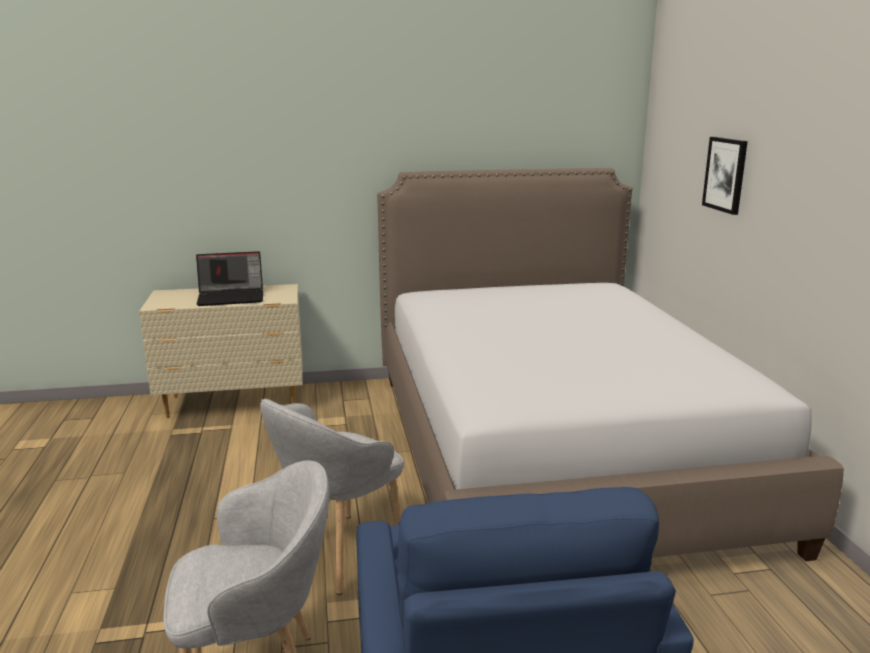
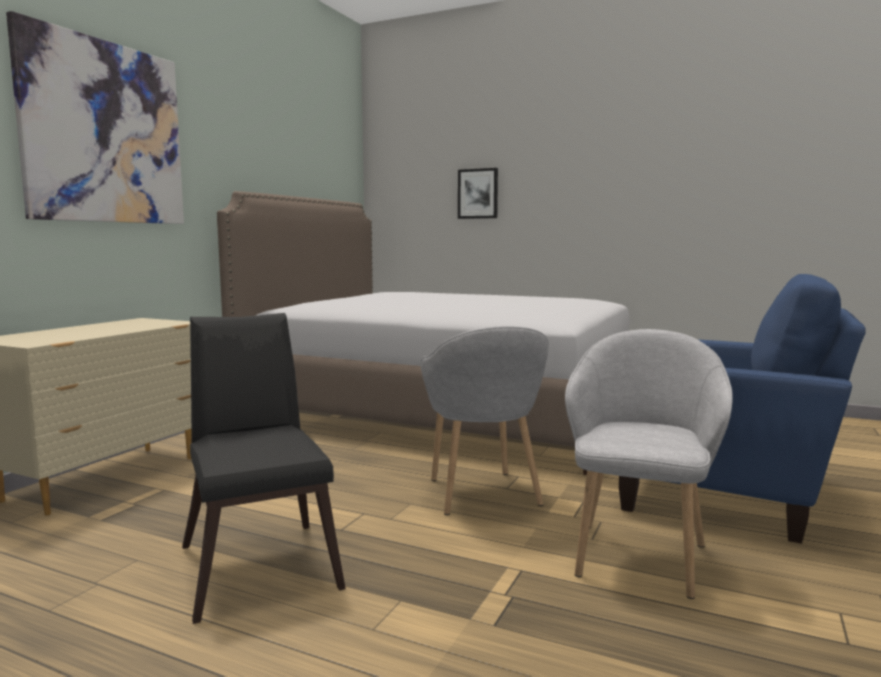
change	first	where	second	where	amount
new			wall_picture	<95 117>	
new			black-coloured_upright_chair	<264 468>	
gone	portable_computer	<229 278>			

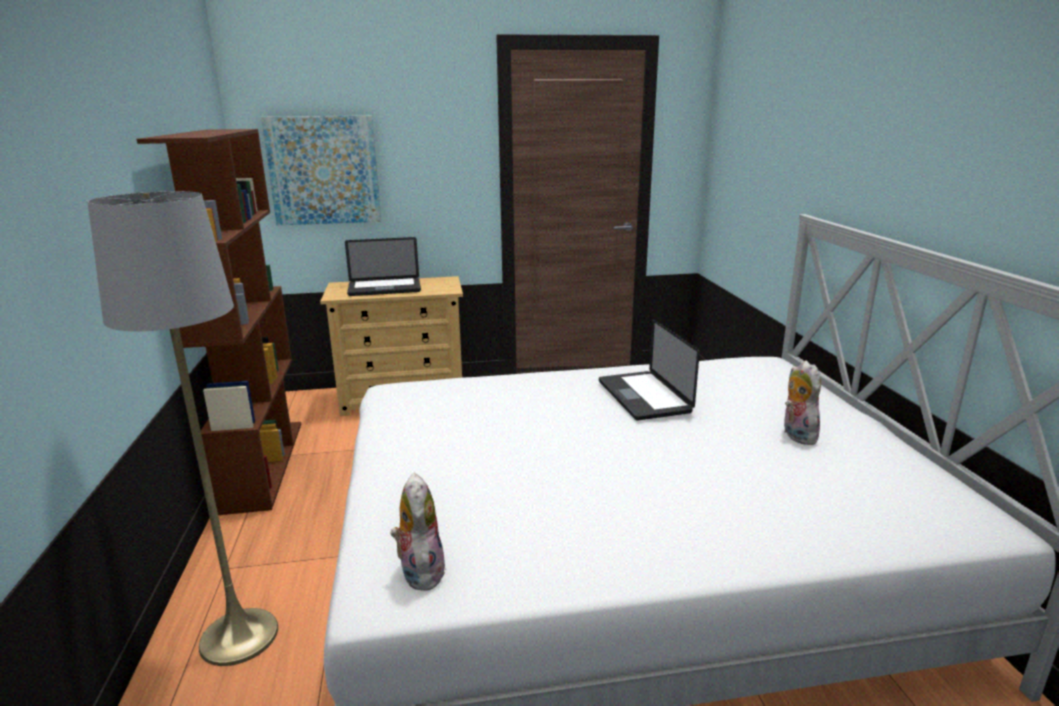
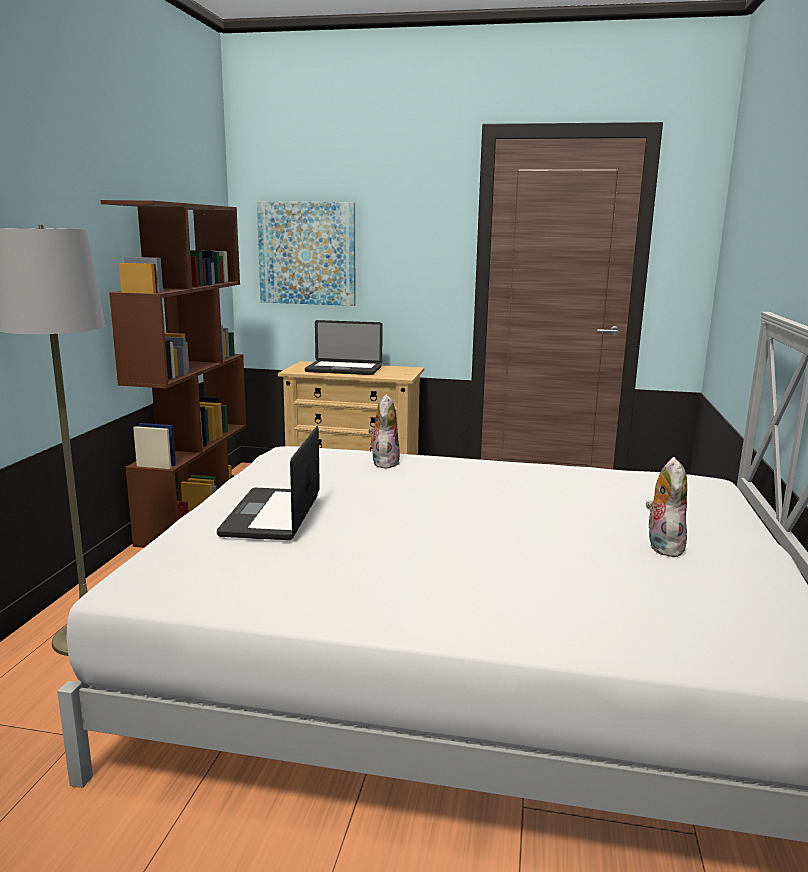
change	first	where	second	where	amount
shifted	portable_computer	<649 369>		<268 483>	
shifted	plush_toy	<418 532>		<384 431>	

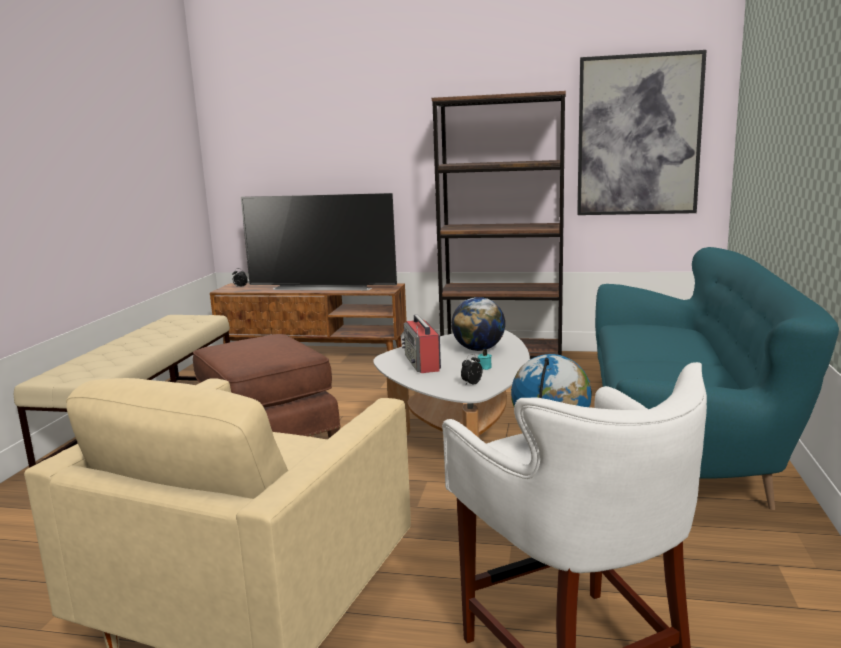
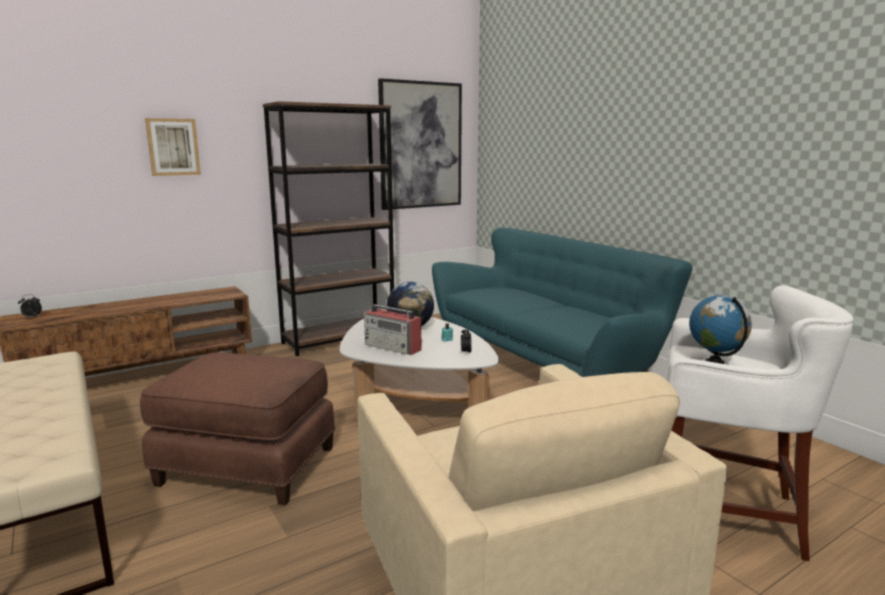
change	first	where	second	where	amount
new			wall_picture	<173 147>	
gone	TV	<319 241>			

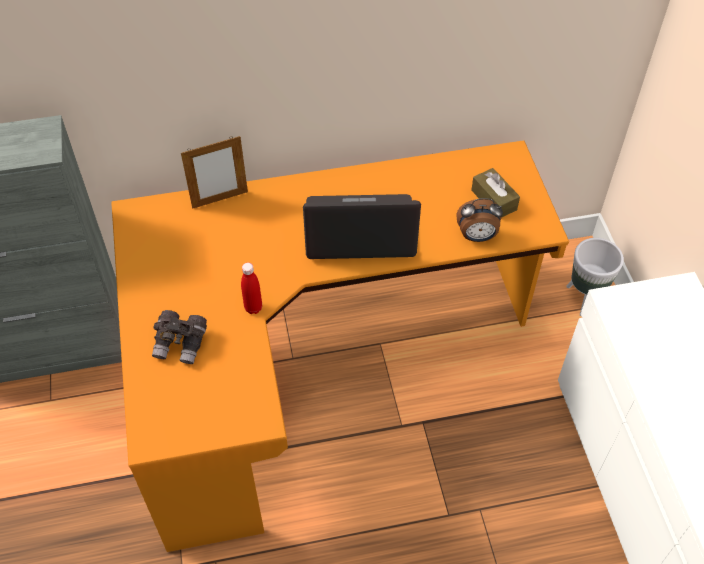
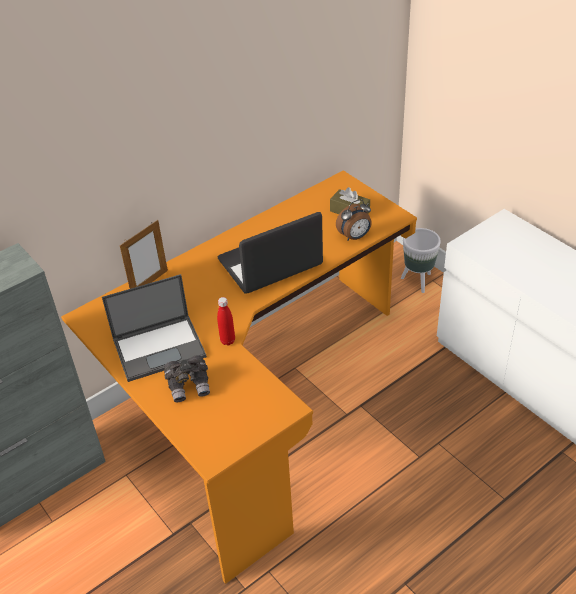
change	first	where	second	where	amount
new			portable_computer	<154 328>	

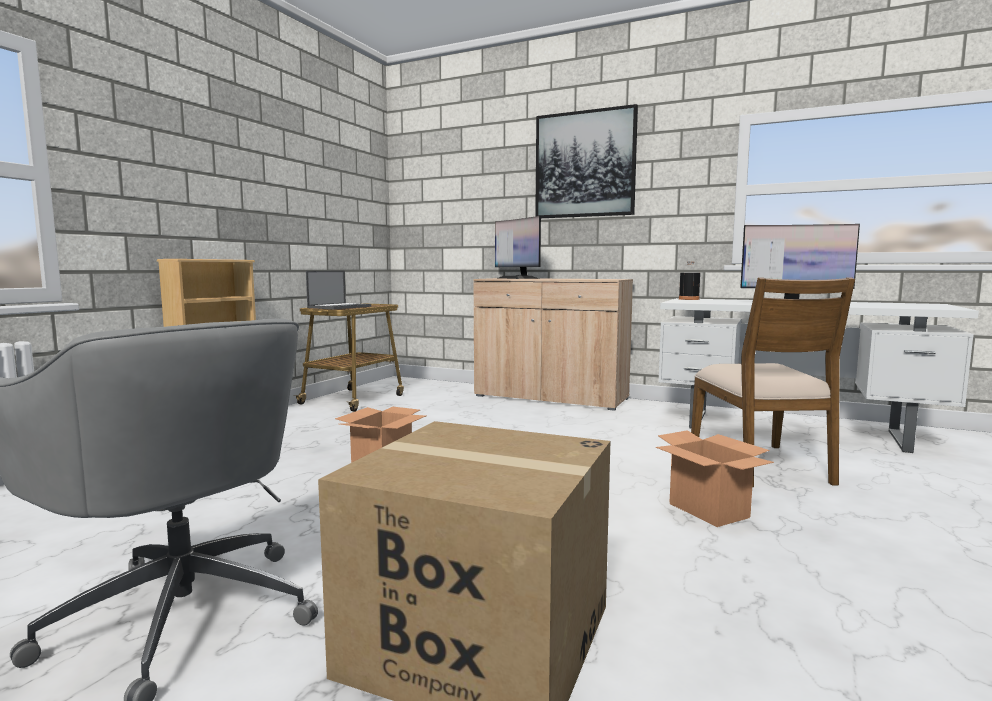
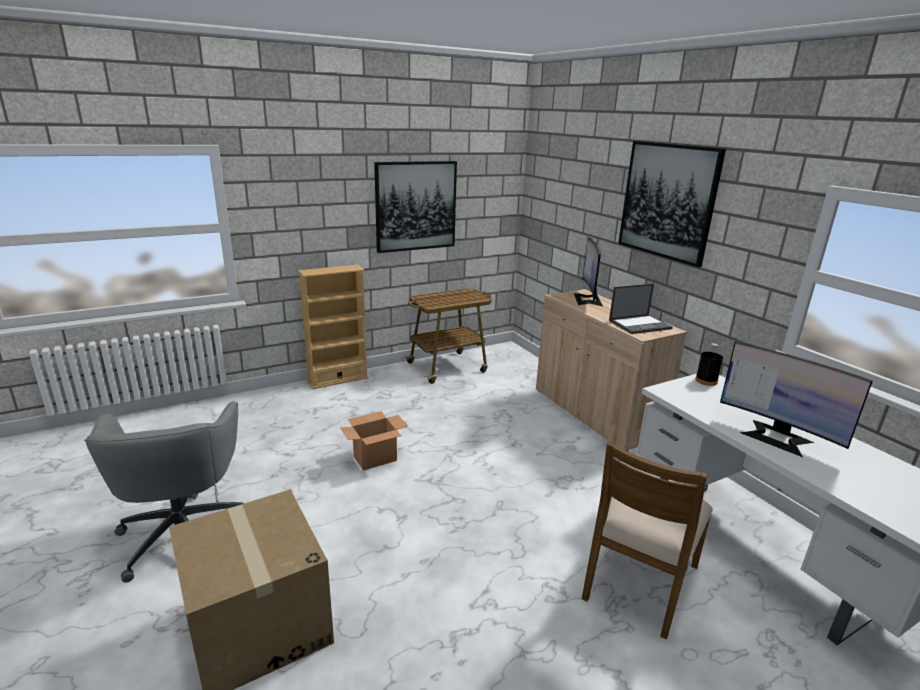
change	first	where	second	where	amount
new			wall_picture	<415 207>	
shifted	portable_computer	<338 290>		<641 309>	
gone	cardboard_box	<715 478>			

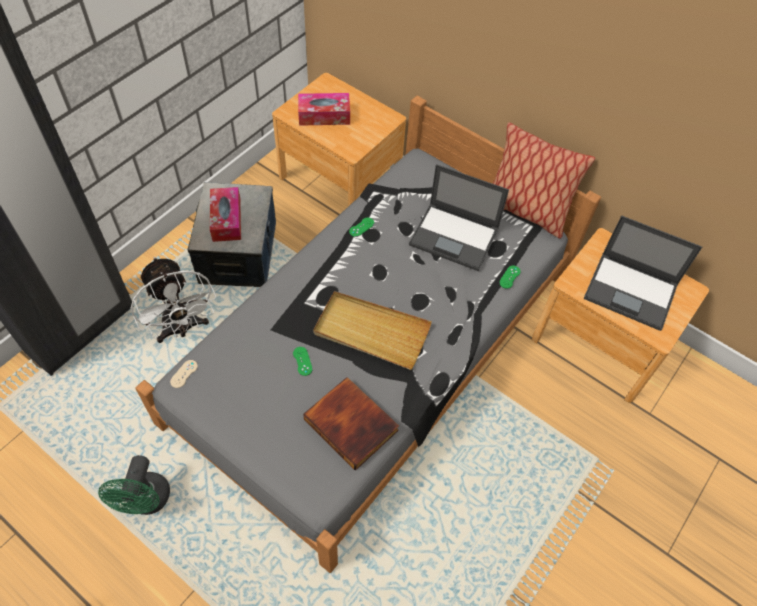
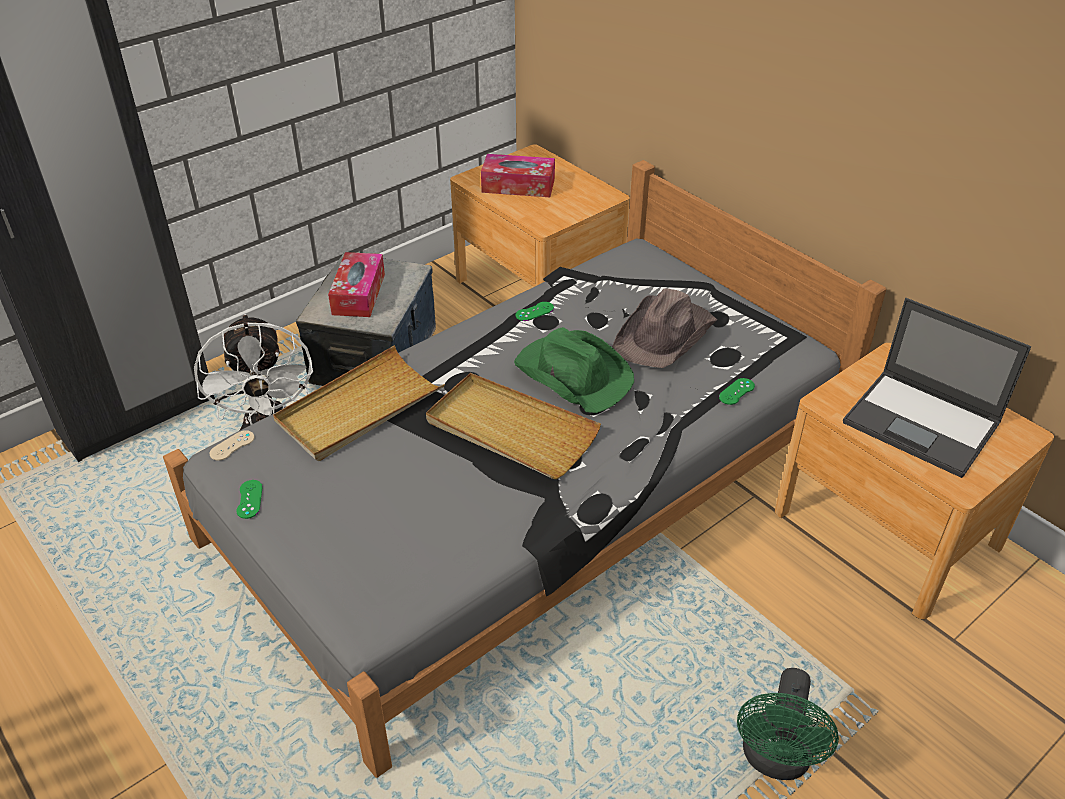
change	first	where	second	where	amount
shifted	green-coloured_game_controller	<303 361>		<249 499>	
new			beige_carrying_tray	<359 403>	
new			green-coloured_hat	<574 370>	
swapped	portable_computer	<459 217>	brown_hat	<665 328>	
shifted	green-coloured_cooling_fan	<134 485>		<788 724>	
gone	book	<351 424>			
gone	cushion	<543 180>			

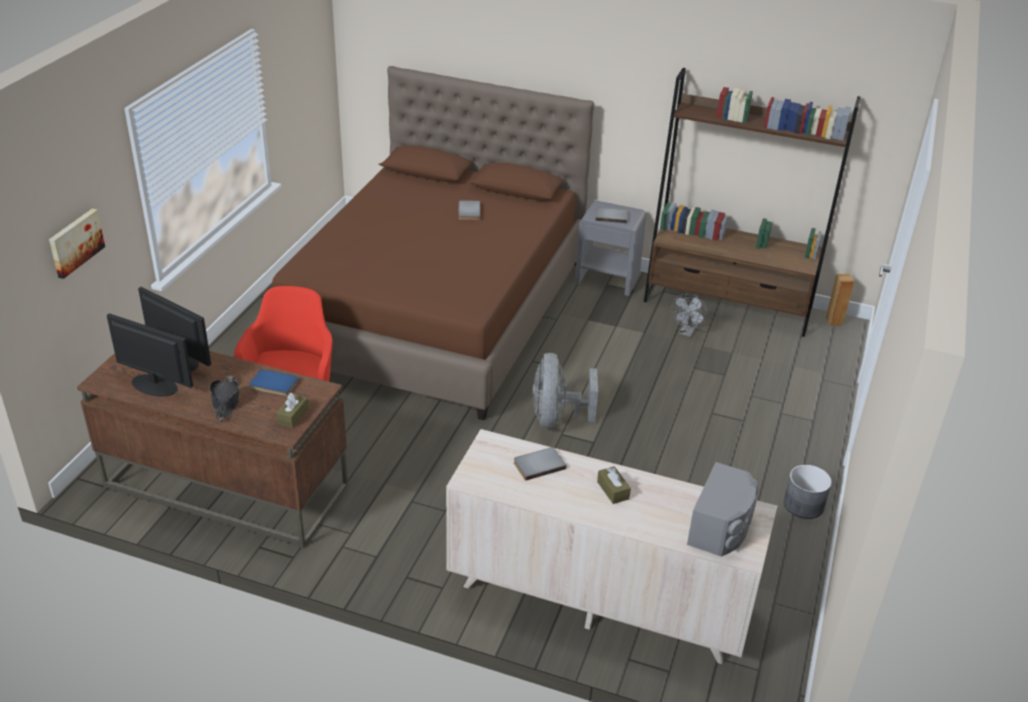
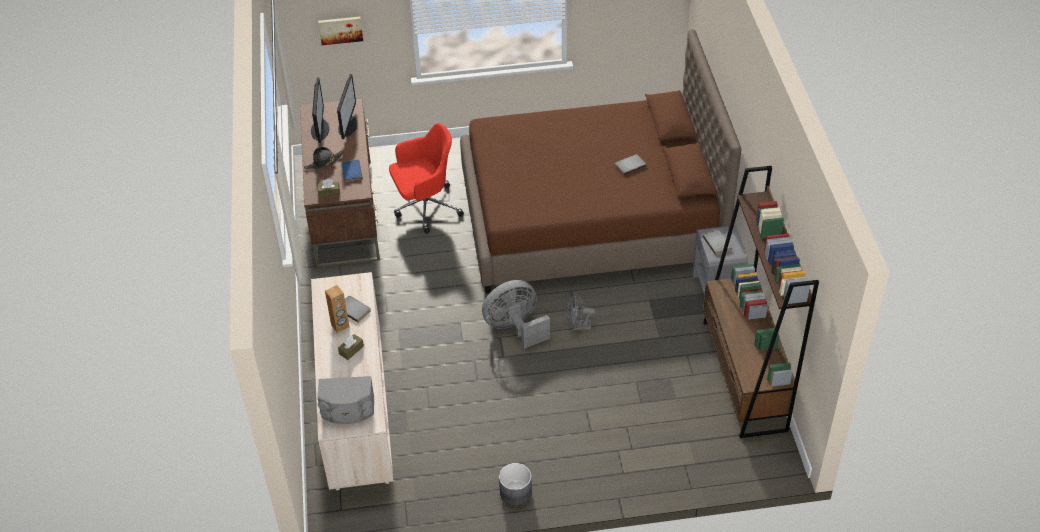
change	first	where	second	where	amount
shifted	brown_speaker	<840 300>		<337 309>	
shifted	gray_cooling_fan	<689 315>		<581 312>	

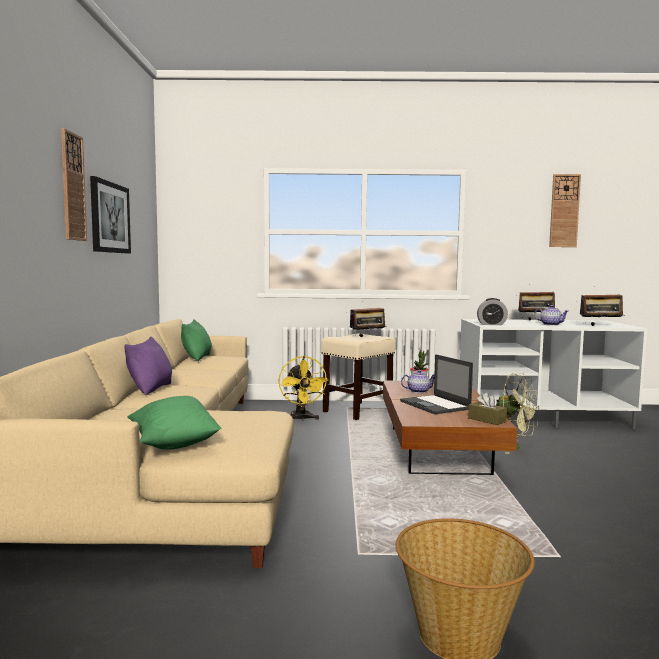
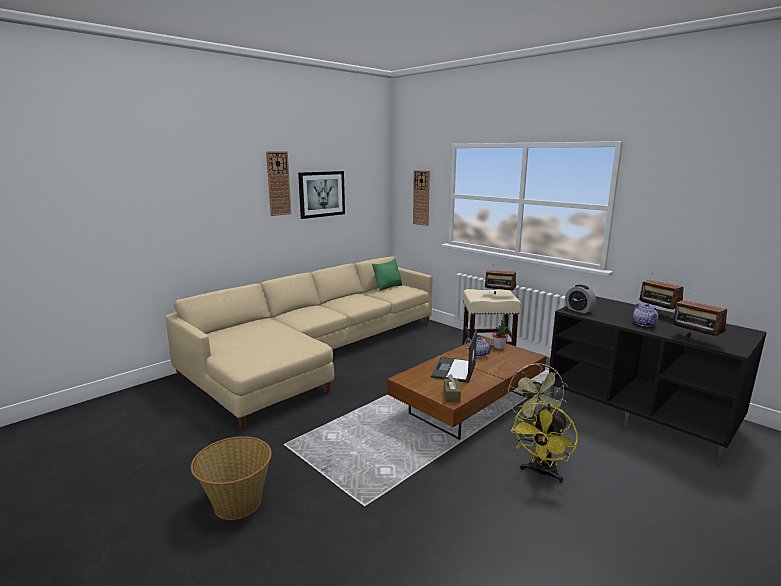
change	first	where	second	where	amount
shifted	clock_on_the_wall	<565 210>		<421 198>	
shifted	yellowish_cooling_fan	<303 388>		<544 442>	
repainted	white_tv_stand	<553 374>	black-coloured_tv_stand	<658 380>	
gone	purple_cushion	<148 366>			
gone	green-coloured_cushion	<174 423>			

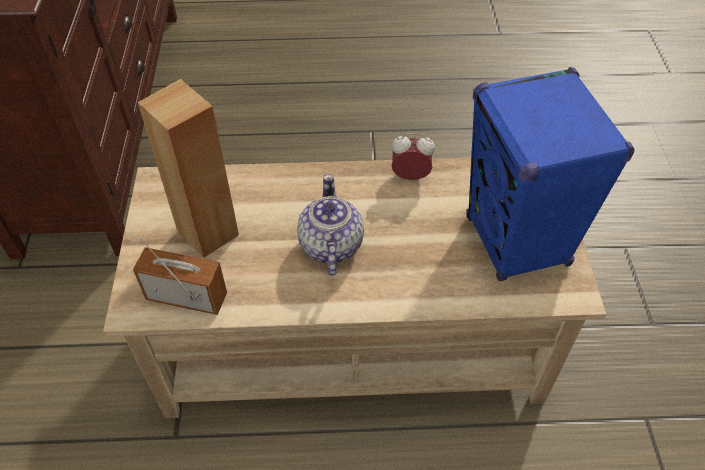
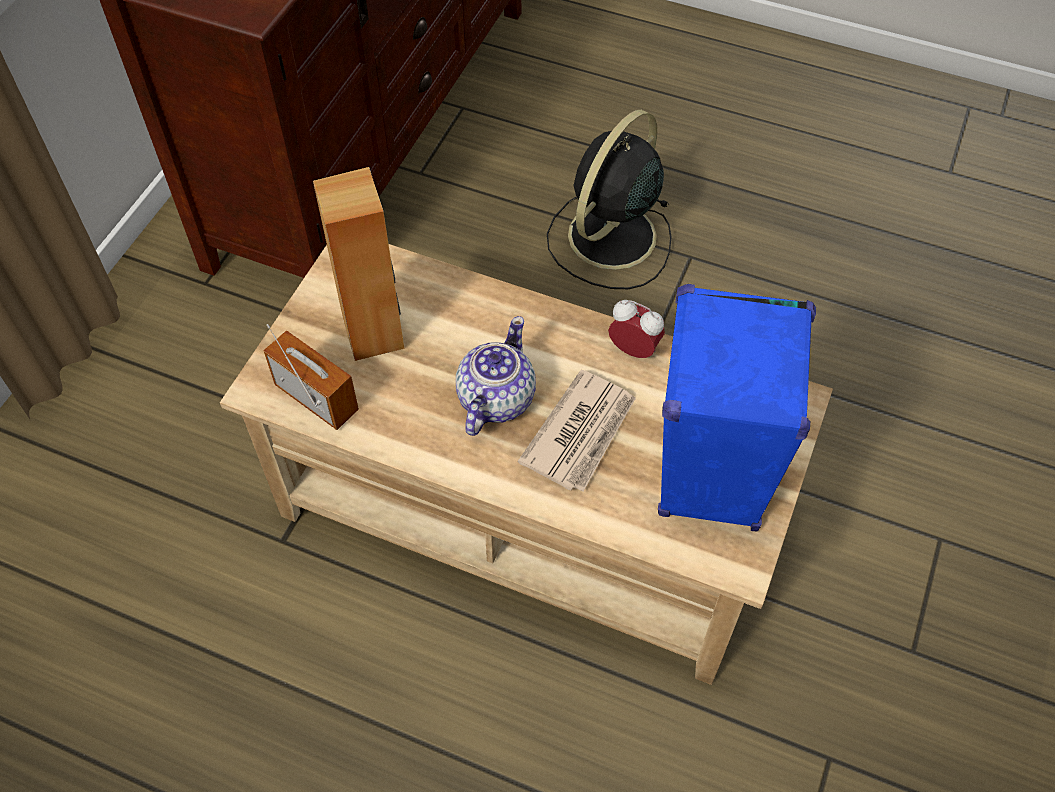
change	first	where	second	where	amount
new			newspaper	<577 431>	
new			black-coloured_cooling_fan	<609 199>	

